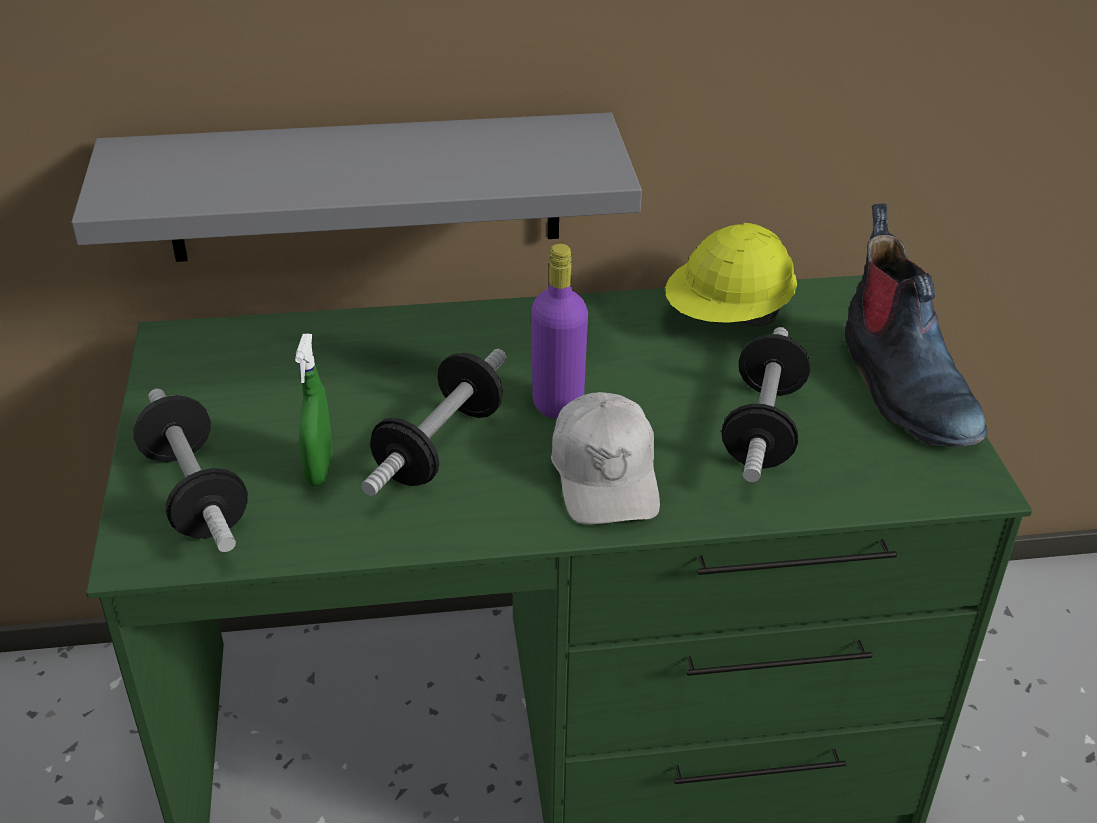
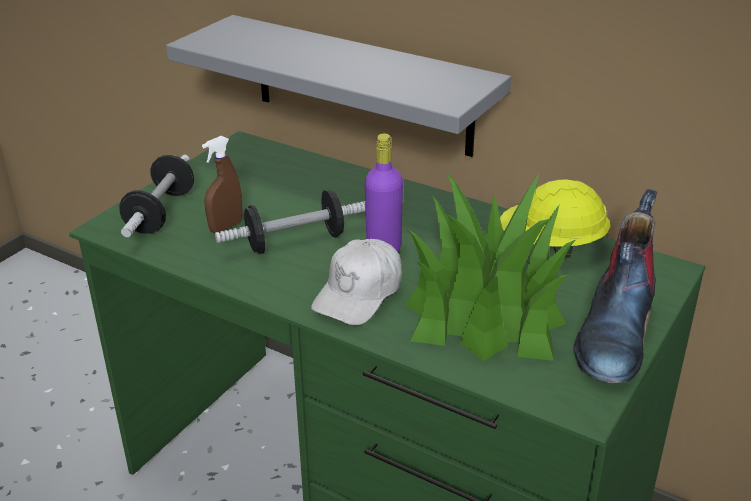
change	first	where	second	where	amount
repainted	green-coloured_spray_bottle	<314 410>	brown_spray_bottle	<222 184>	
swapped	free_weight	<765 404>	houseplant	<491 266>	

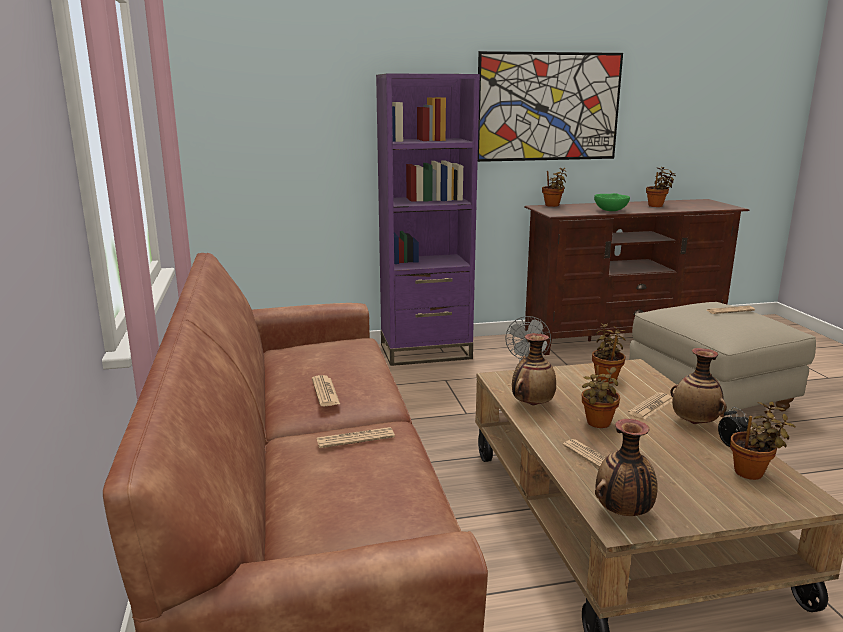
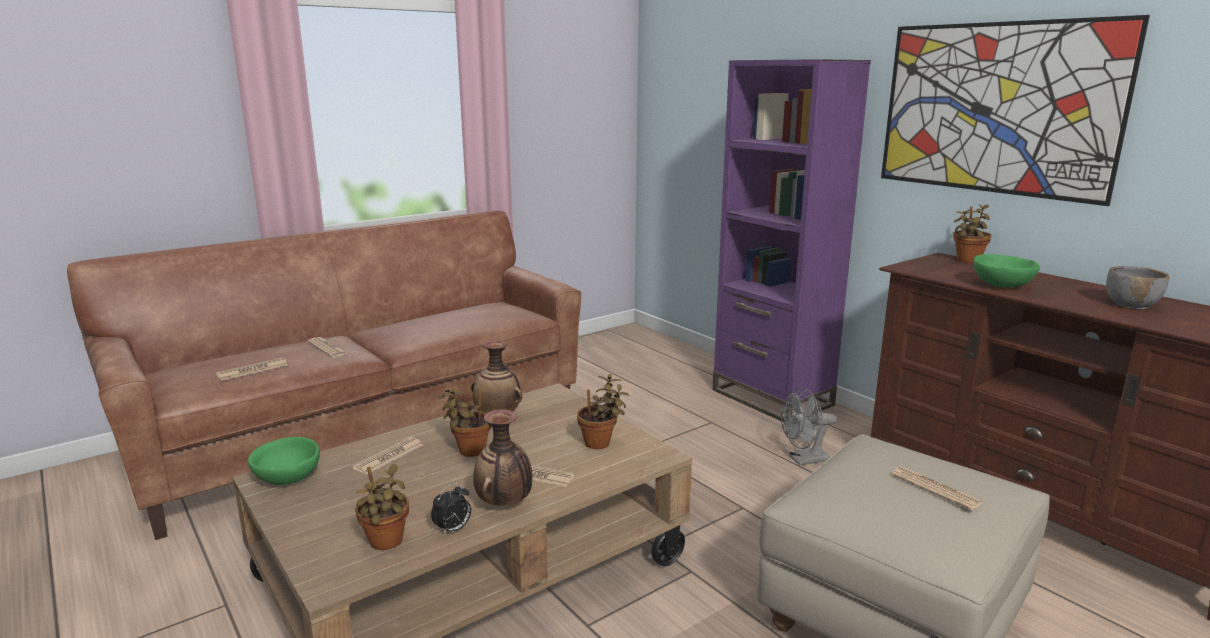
change	first	where	second	where	amount
shifted	newspaper	<326 390>		<252 369>	
swapped	flower_vase	<626 467>	green-coloured_bowl	<284 461>	
swapped	houseplant	<661 187>	gray_bowl	<1137 287>	

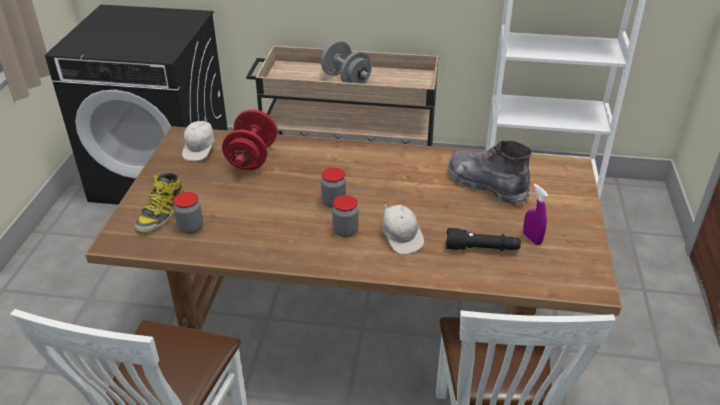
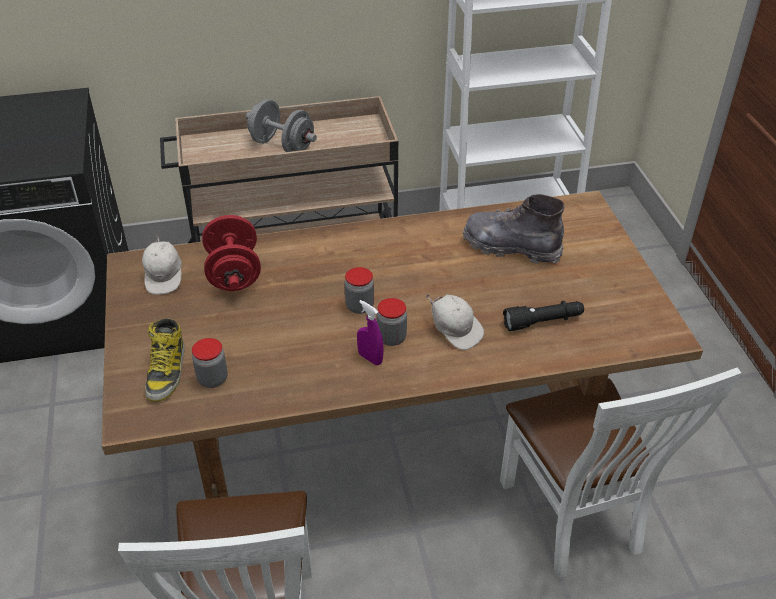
change	first	where	second	where	amount
shifted	purple_spray_bottle	<535 214>		<370 332>	

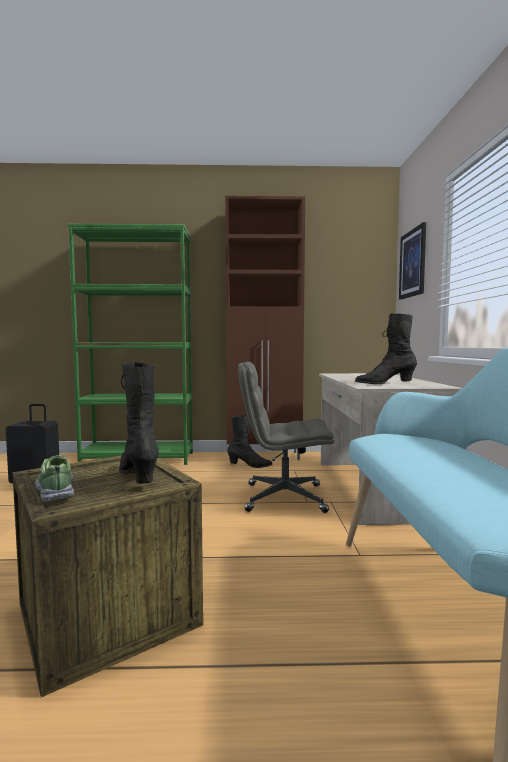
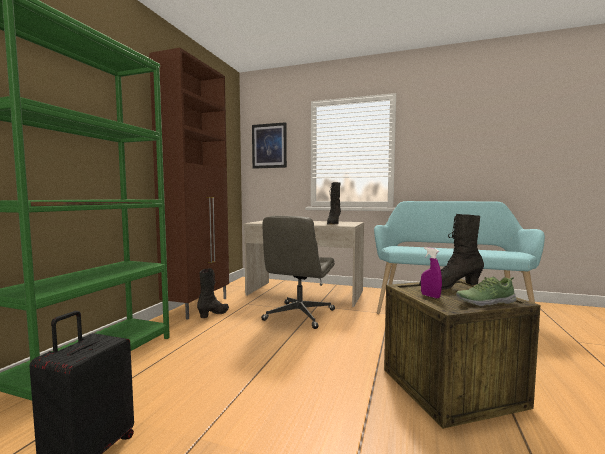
change	first	where	second	where	amount
new			purple_spray_bottle	<431 272>	

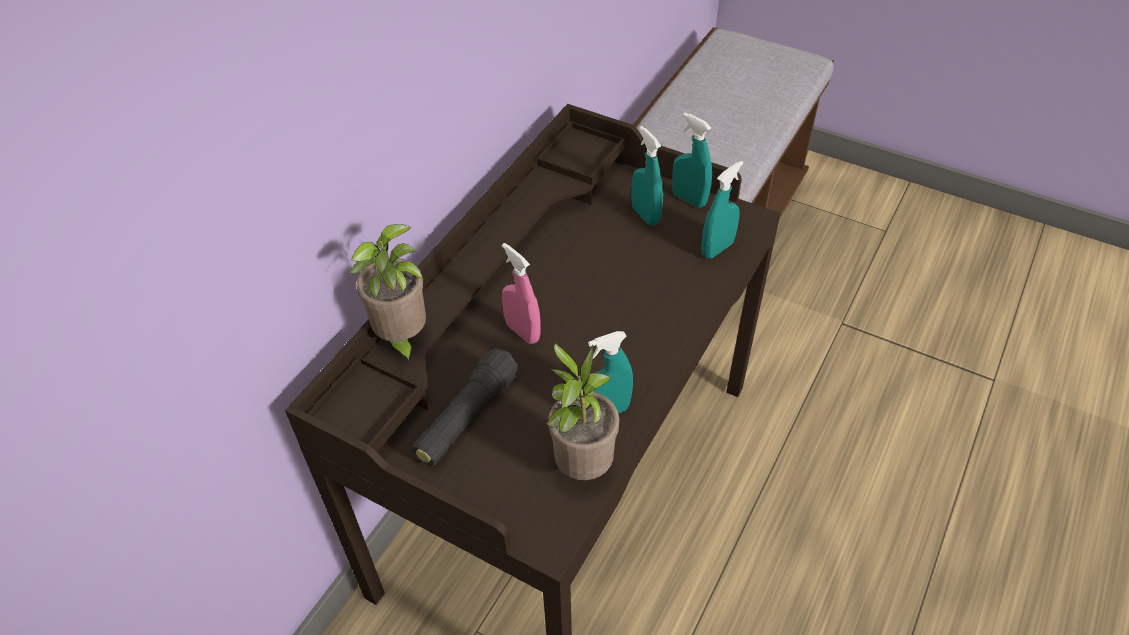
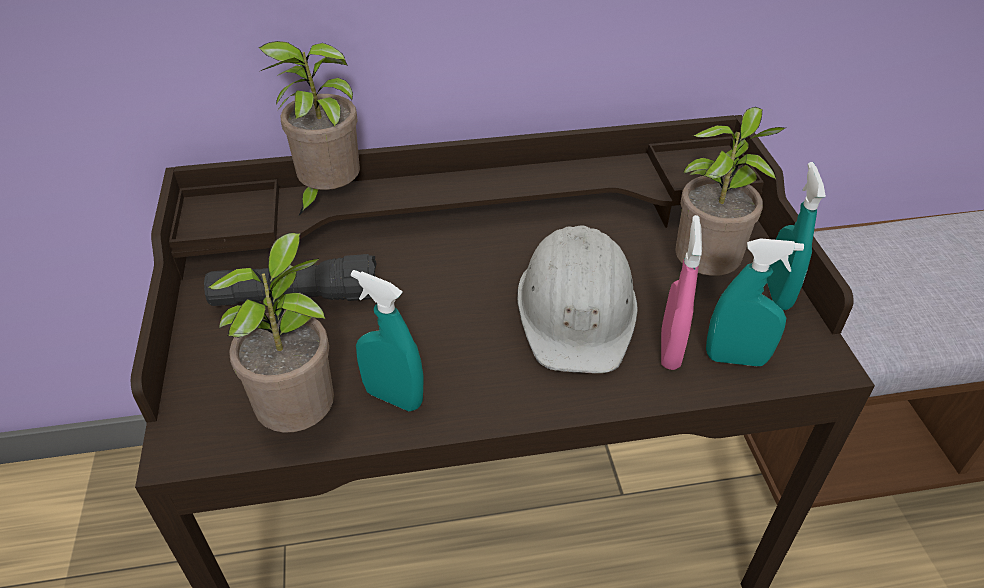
change	first	where	second	where	amount
new			white_hard_hat	<577 299>	
shifted	pink_spray_bottle	<521 293>		<681 292>	
swapped	blue-green_spray_bottle	<647 176>	houseplant	<730 191>	

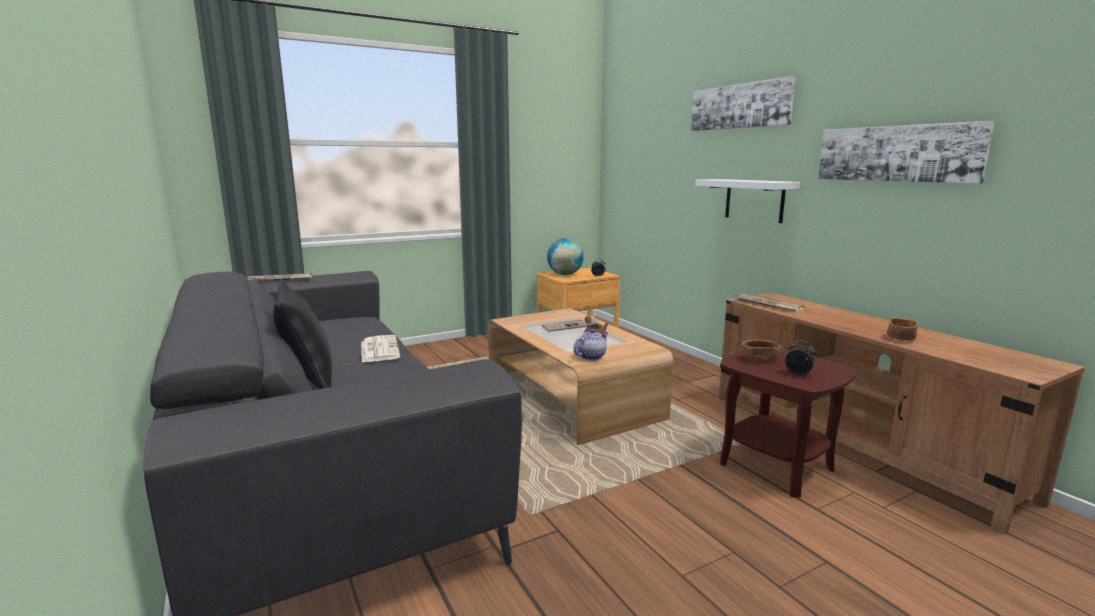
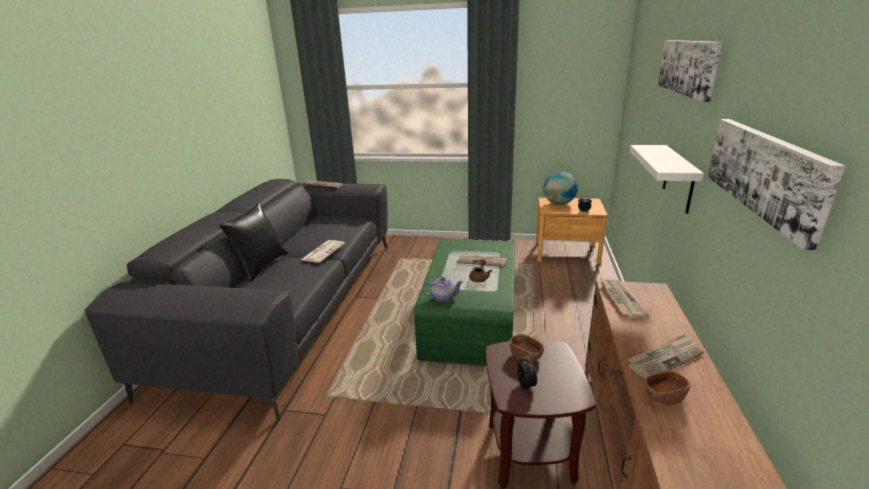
change	first	where	second	where	amount
repainted	brown_coffee_table	<580 376>	green-coloured_coffee_table	<464 302>	
new			newspaper	<665 357>	

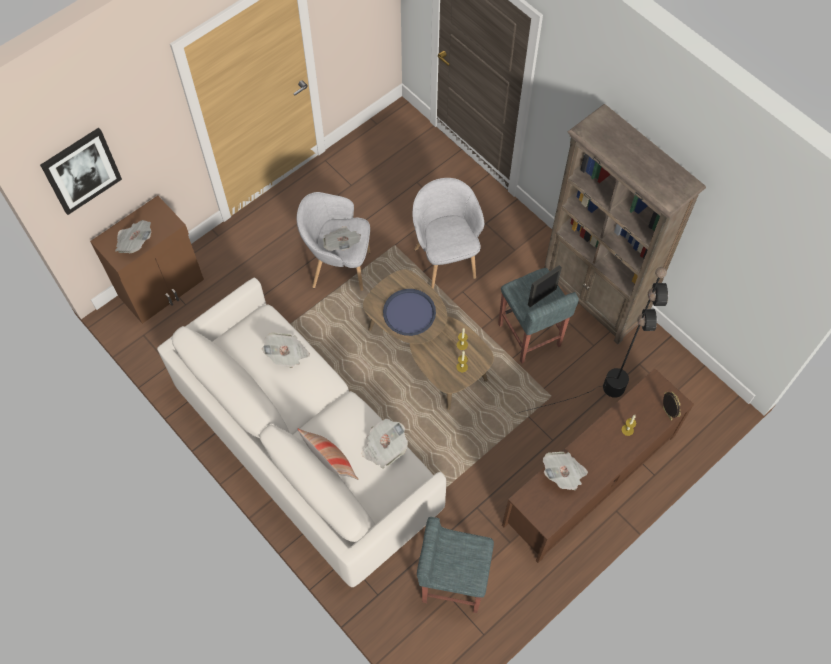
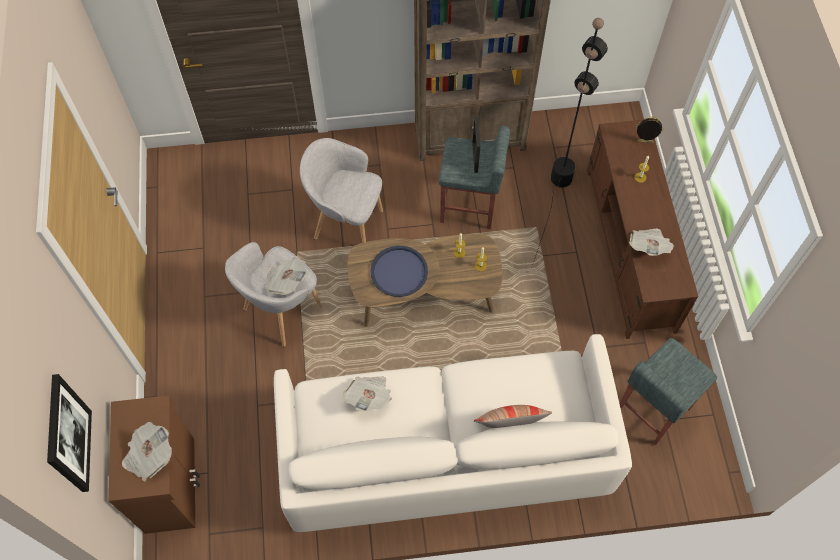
change	first	where	second	where	amount
gone	newspaper	<384 443>			

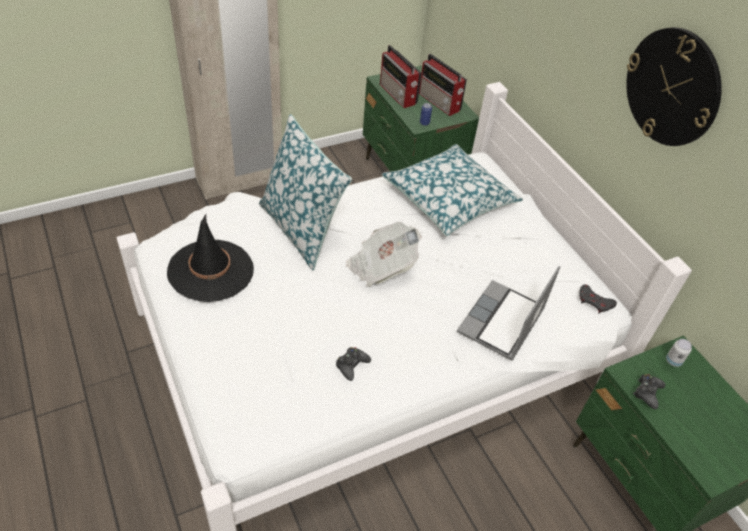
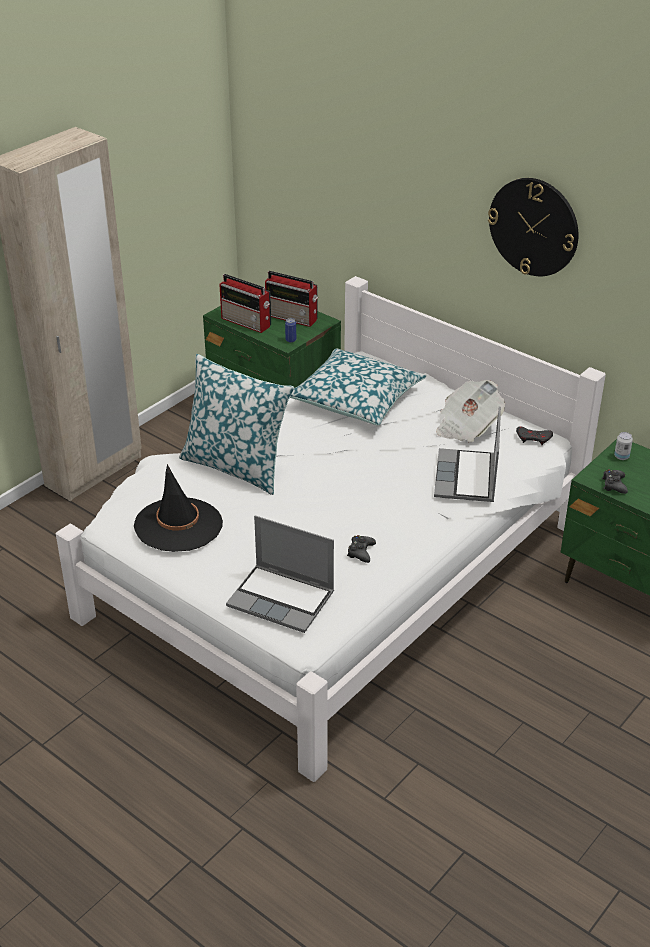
change	first	where	second	where	amount
new			portable_computer	<280 574>	
shifted	newspaper	<384 254>		<470 411>	

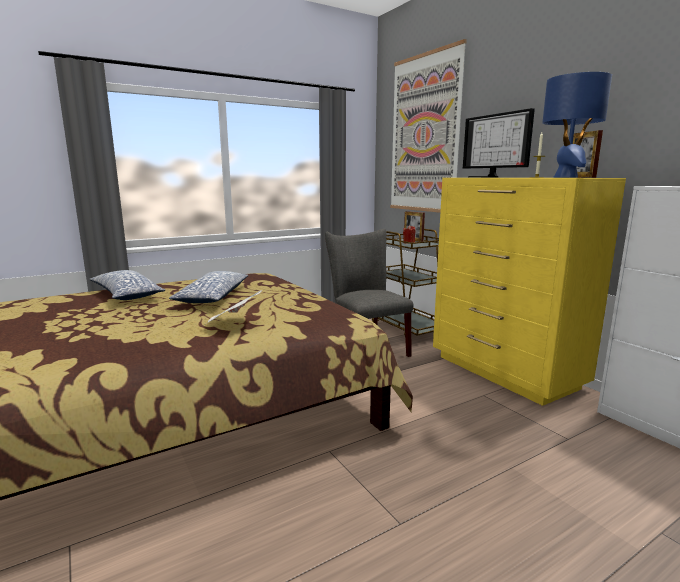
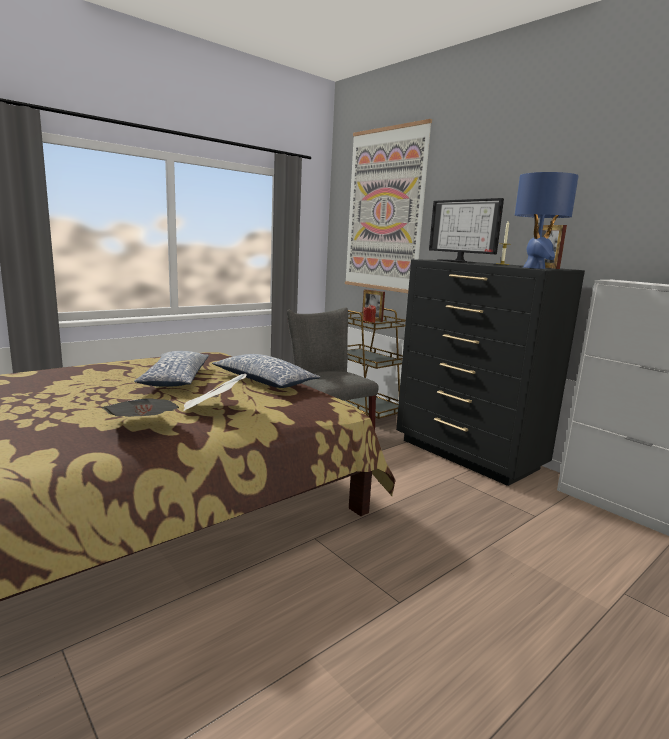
change	first	where	second	where	amount
new			newspaper	<140 407>	
shifted	cushion	<127 285>		<266 371>	
repainted	yellowish_drawer_chest	<529 292>	black-coloured_drawer_chest	<490 372>	

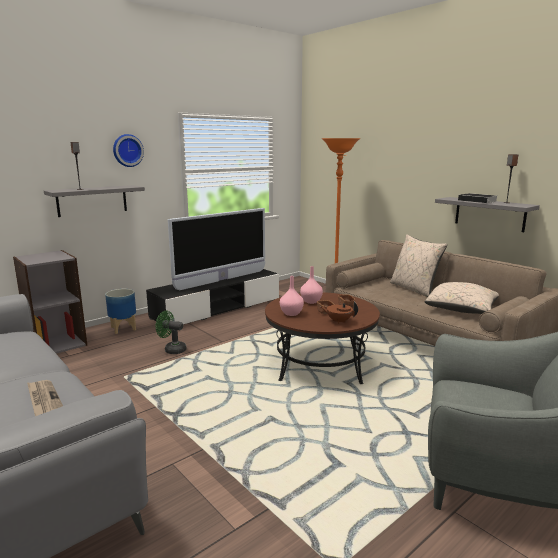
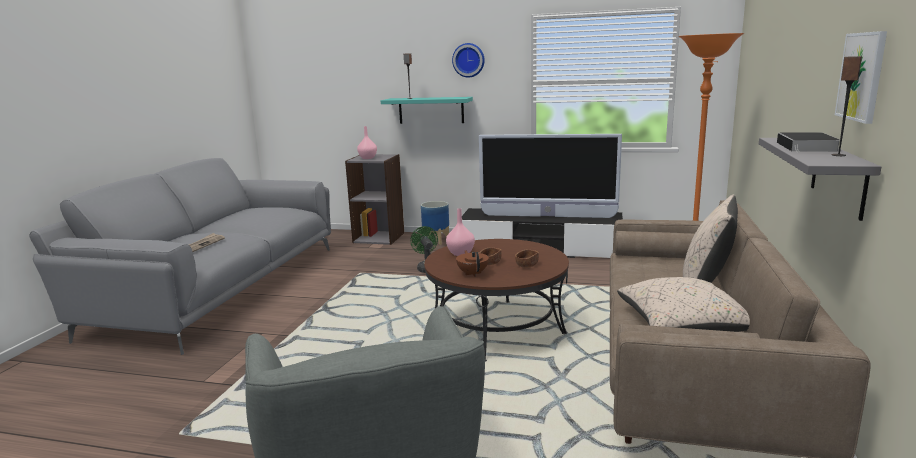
change	first	where	second	where	amount
shifted	pink_flower_vase	<311 285>		<367 142>	
repainted	gray_bracket_shelf	<94 201>	blue-green_bracket_shelf	<427 110>	
new			wall_picture	<861 77>	

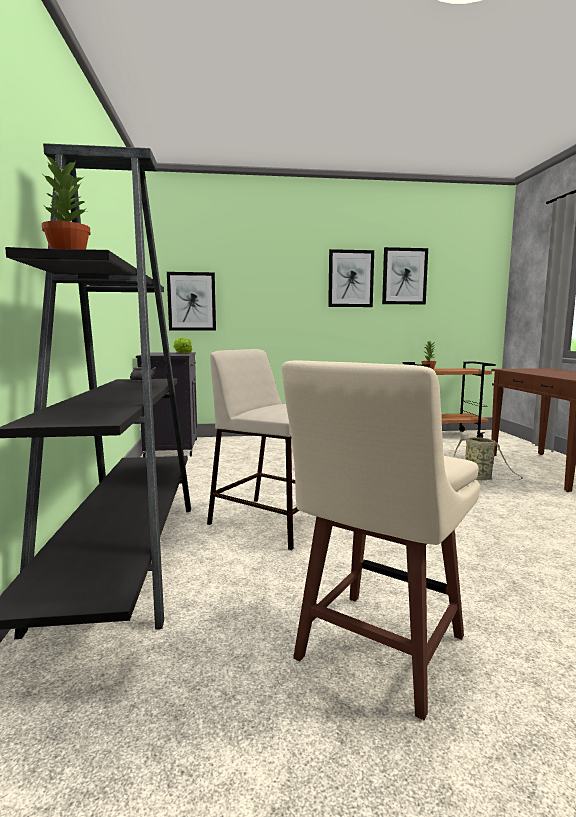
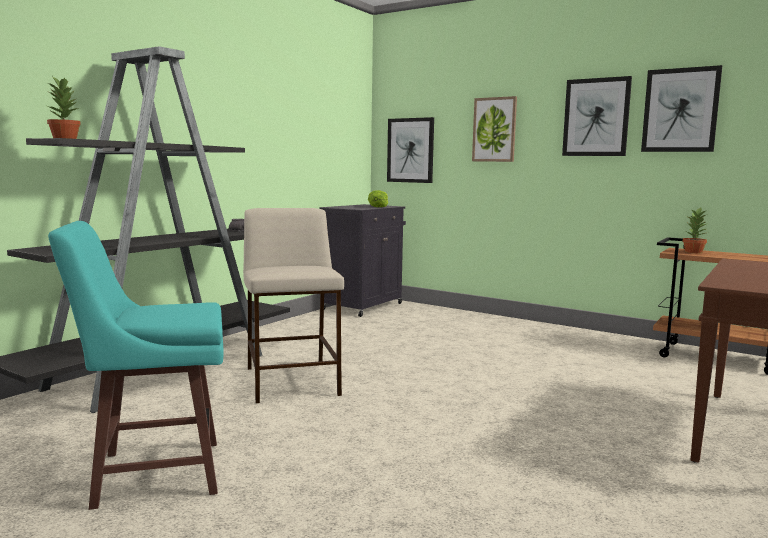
change	first	where	second	where	amount
repainted	beige_stool	<381 540>	blue-green_stool	<135 365>	
new			wall_picture	<494 129>	
gone	basket	<488 458>			

